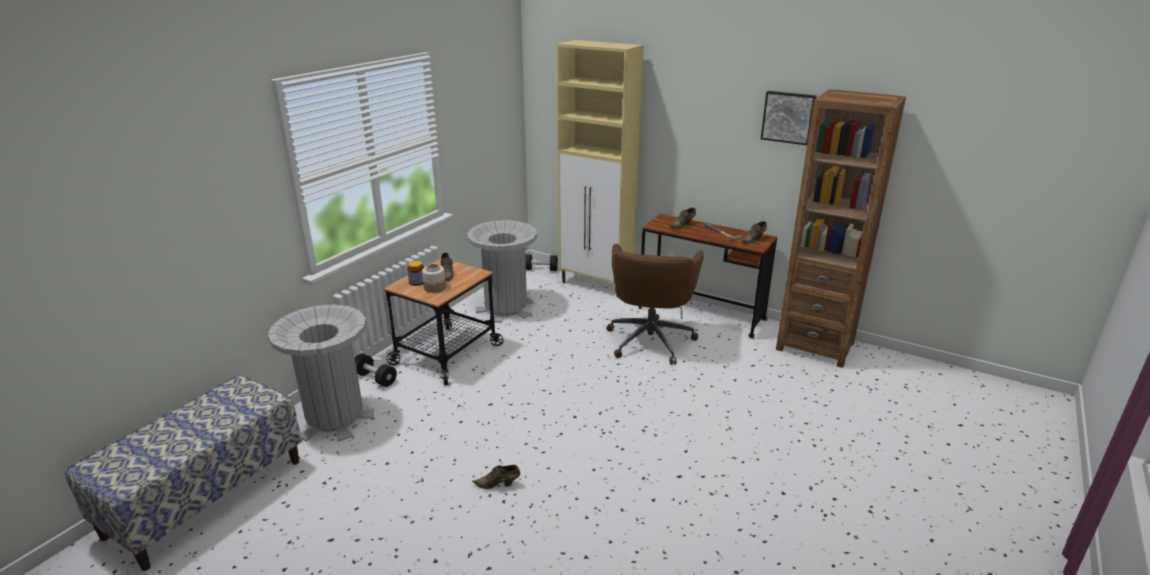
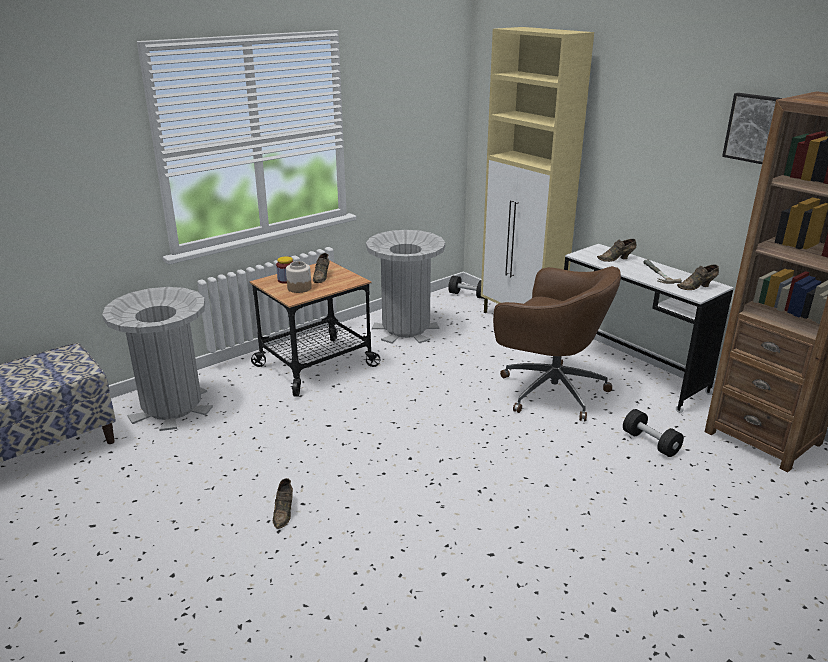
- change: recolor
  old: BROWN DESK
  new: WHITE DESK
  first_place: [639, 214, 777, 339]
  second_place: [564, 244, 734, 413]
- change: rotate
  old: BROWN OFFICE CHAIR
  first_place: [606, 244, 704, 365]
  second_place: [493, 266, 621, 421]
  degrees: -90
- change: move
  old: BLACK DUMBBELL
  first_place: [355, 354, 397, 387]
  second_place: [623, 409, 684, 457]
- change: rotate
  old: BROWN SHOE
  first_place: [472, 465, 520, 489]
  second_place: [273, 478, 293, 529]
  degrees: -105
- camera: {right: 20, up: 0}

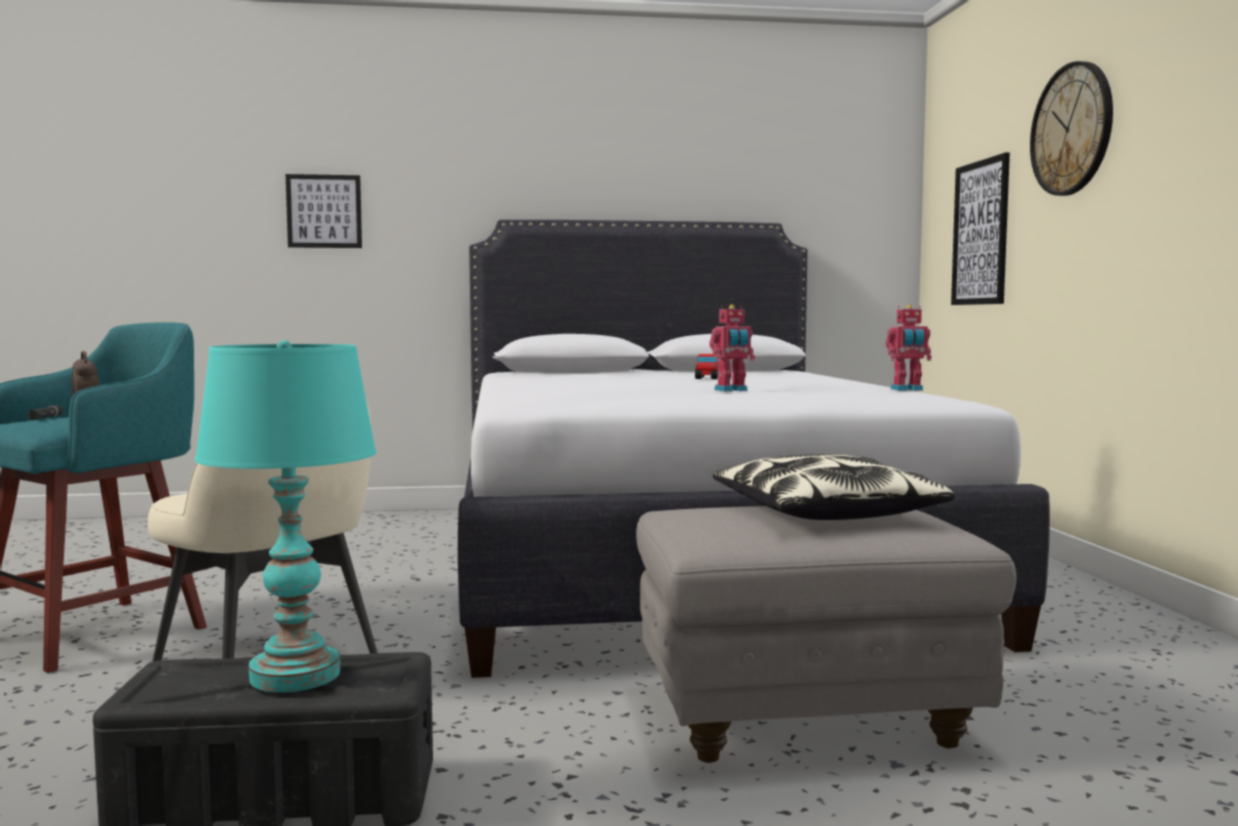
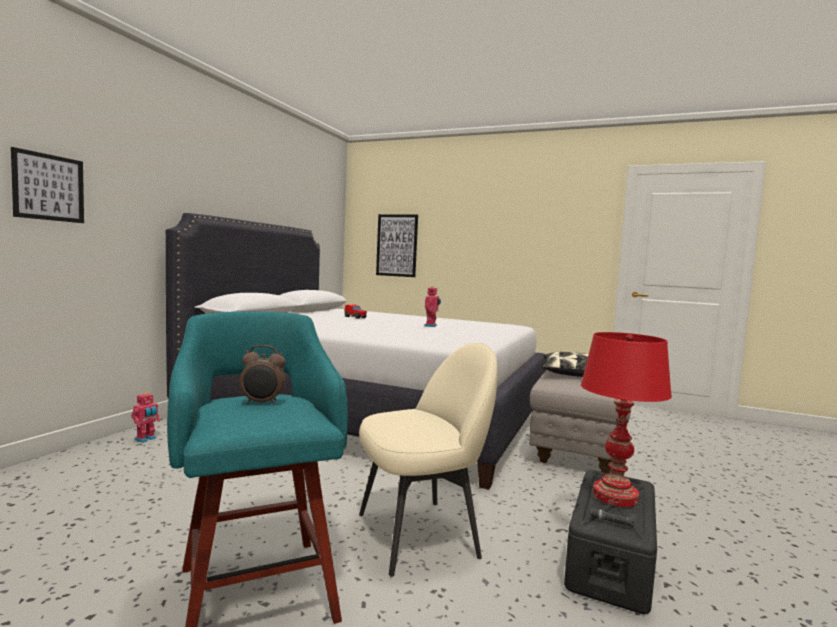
- change: delete
  old: WALL CLOCK
  first_place: [1030, 61, 1113, 196]
- change: move
  old: TOY ROBOT
  first_place: [886, 305, 932, 391]
  second_place: [131, 392, 160, 443]
- change: recolor
  old: TURQUOISE TABLE LAMP
  new: RED TABLE LAMP
  first_place: [195, 341, 377, 692]
  second_place: [581, 332, 672, 507]
- change: move
  old: BLACK FLASHLIGHT
  first_place: [27, 405, 63, 420]
  second_place: [590, 508, 634, 527]
- camera: {right: -60, up: 0}

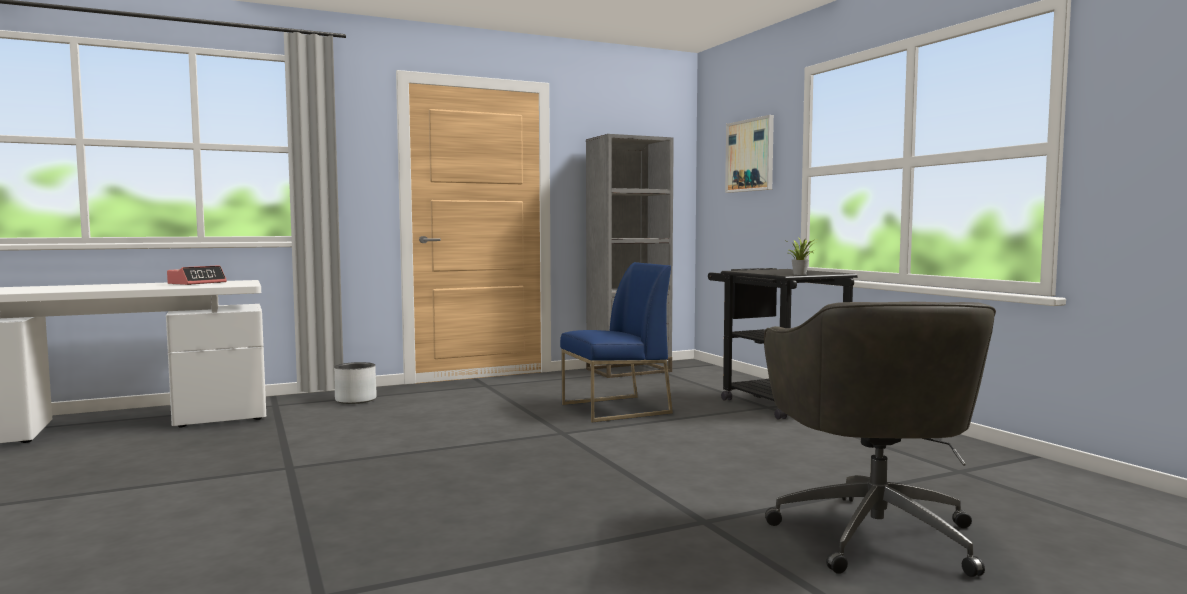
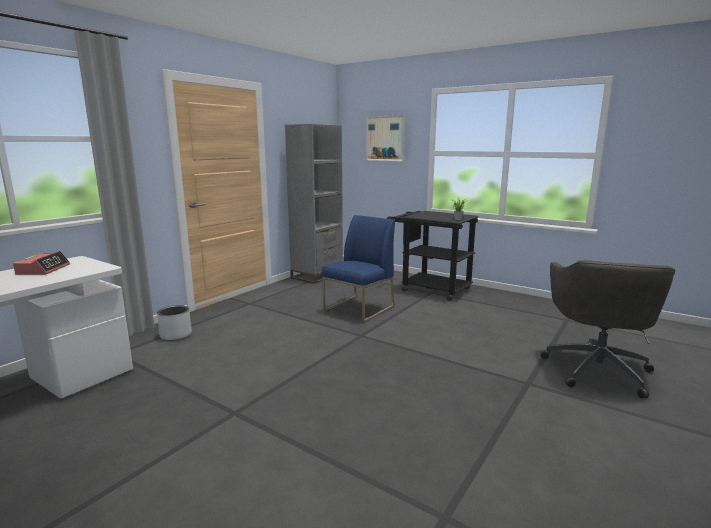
- change: rotate
  old: GREY OFFICE CHAIR
  first_place: [764, 302, 996, 577]
  second_place: [541, 260, 675, 398]
  degrees: 45
- camera: {right: -30, up: 10}

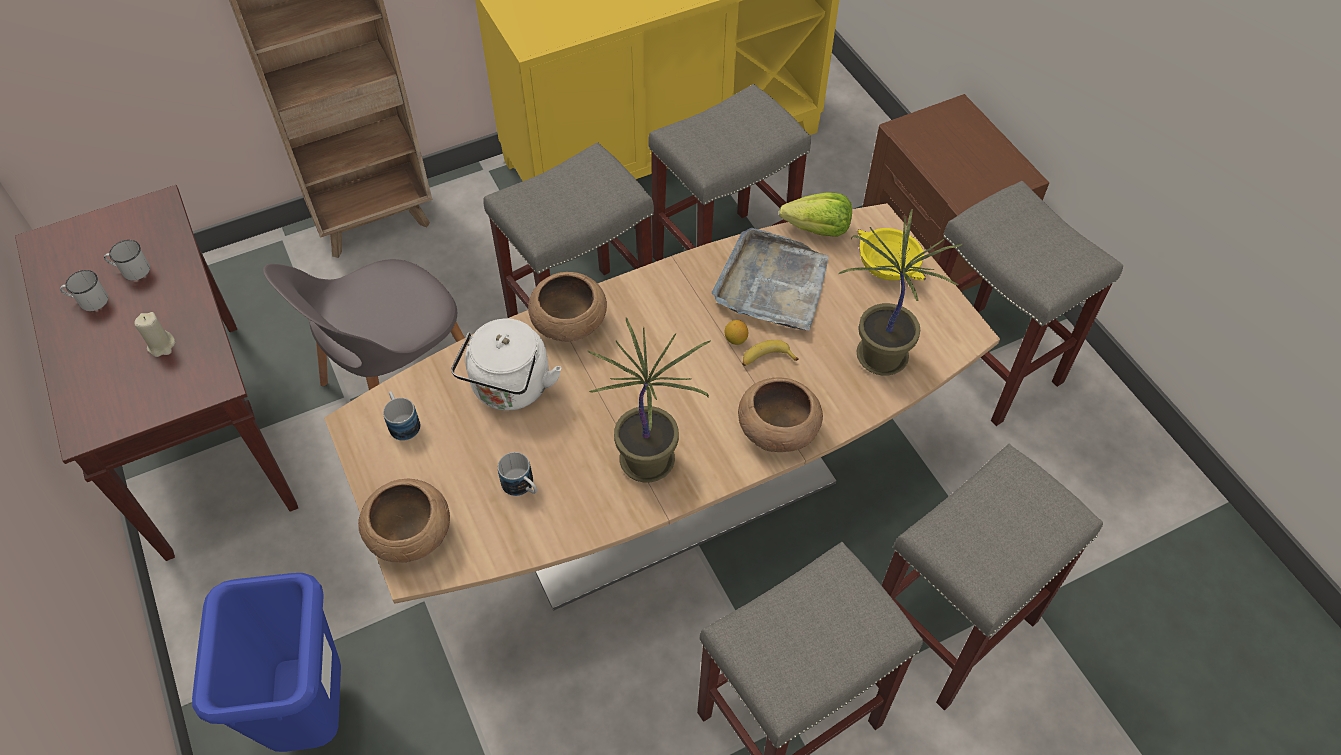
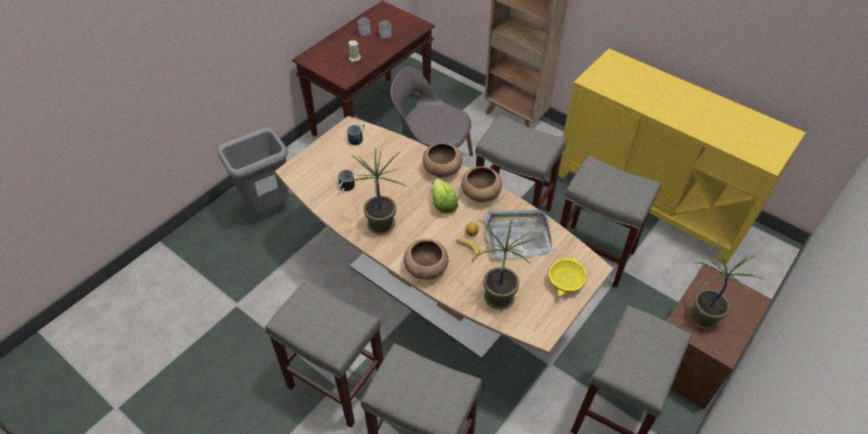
- change: move
  old: LETTUCE
  first_place: [779, 192, 852, 237]
  second_place: [432, 178, 458, 214]
- change: delete
  old: WHITE KETTLE
  first_place: [451, 318, 562, 411]
- change: move
  old: BROWN BOWL
  first_place: [358, 479, 450, 563]
  second_place: [461, 166, 502, 202]
- change: recolor
  old: BLUE TRASH CAN
  new: GREY TRASH CAN
  first_place: [192, 573, 341, 752]
  second_place: [217, 128, 289, 214]
- change: insert
  new: POTTED PLANT
  second_place: [690, 240, 764, 330]
- camera: {right: 65, up: -5}

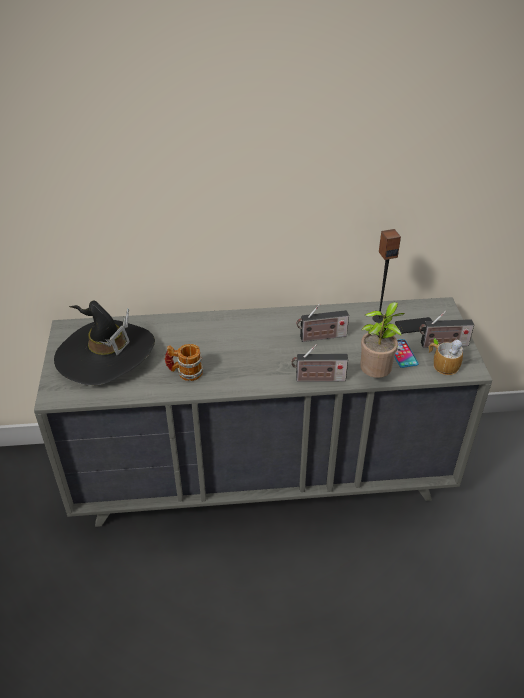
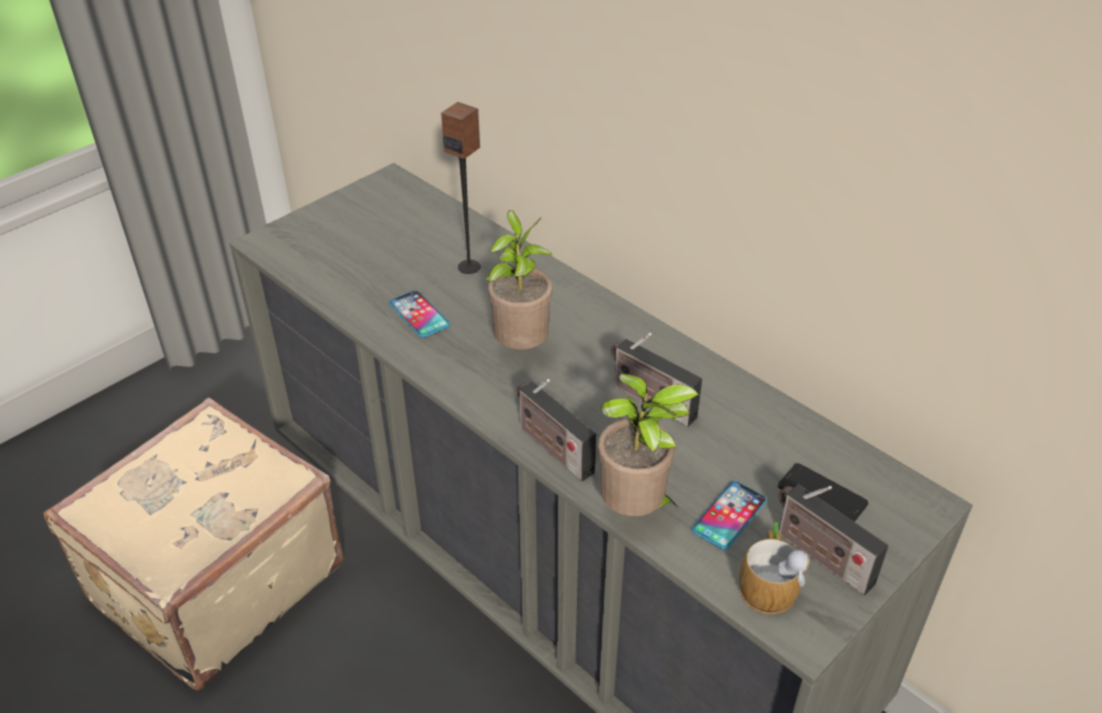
- change: move
  old: SPEAKER
  first_place: [372, 229, 401, 323]
  second_place: [441, 102, 481, 274]
- change: delete
  old: BLACK HAT
  first_place: [54, 301, 155, 385]
- change: replace
  old: MUG
  new: PHONE
  first_place: [165, 344, 204, 381]
  second_place: [389, 290, 450, 338]
- change: insert
  new: POTTED PLANT
  second_place: [486, 210, 553, 350]
- change: insert
  new: BEIGE SUITCASE
  second_place: [43, 397, 344, 691]
- camera: {right: 50, up: 0}

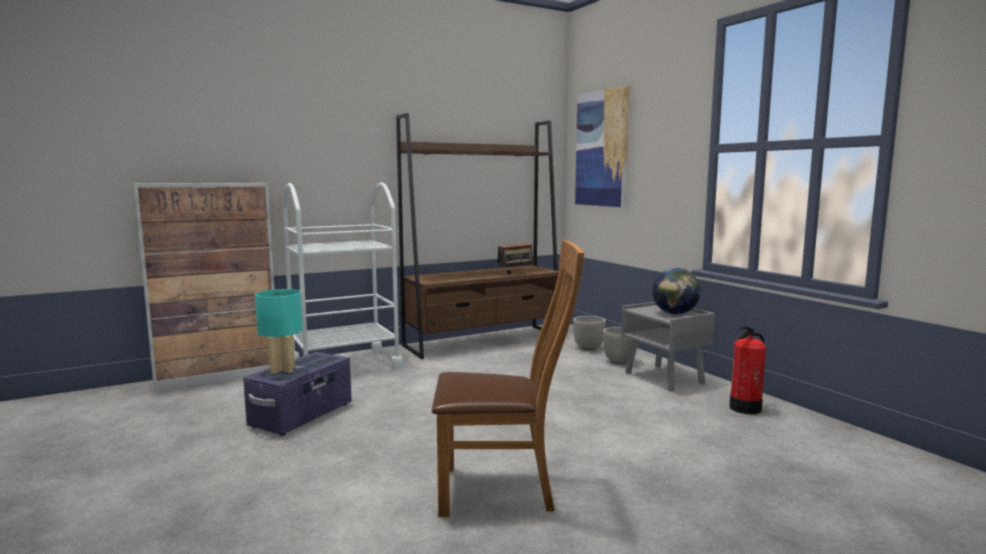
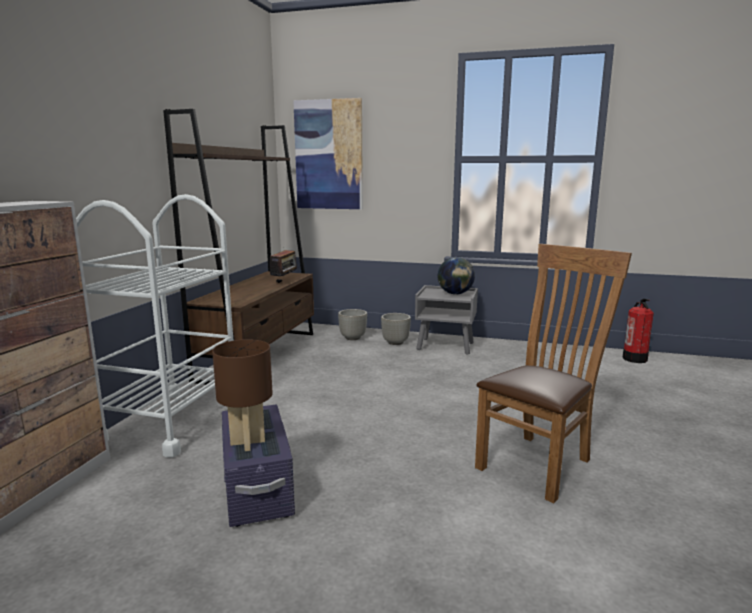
- change: recolor
  old: TURQUOISE TABLE LAMP
  new: BROWN TABLE LAMP
  first_place: [255, 289, 303, 374]
  second_place: [212, 339, 273, 451]
- change: move
  old: FIRE EXTINGUISHER
  first_place: [729, 326, 766, 414]
  second_place: [622, 299, 654, 363]
- camera: {right: -45, up: 5}

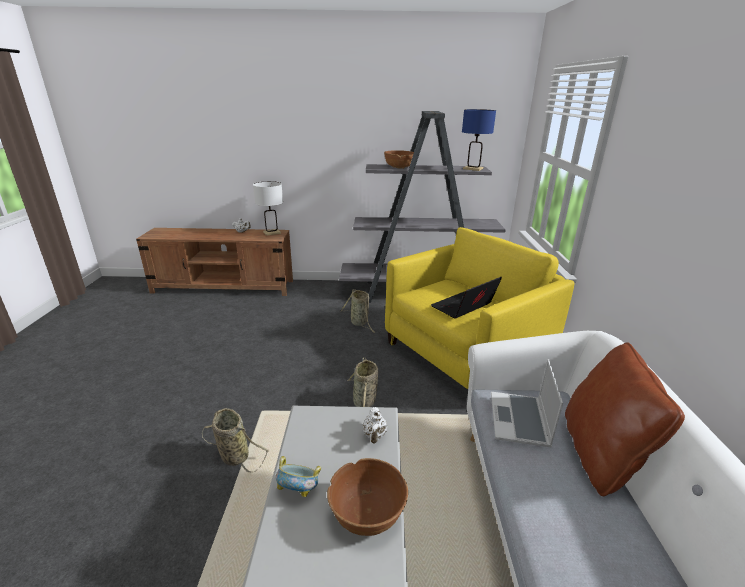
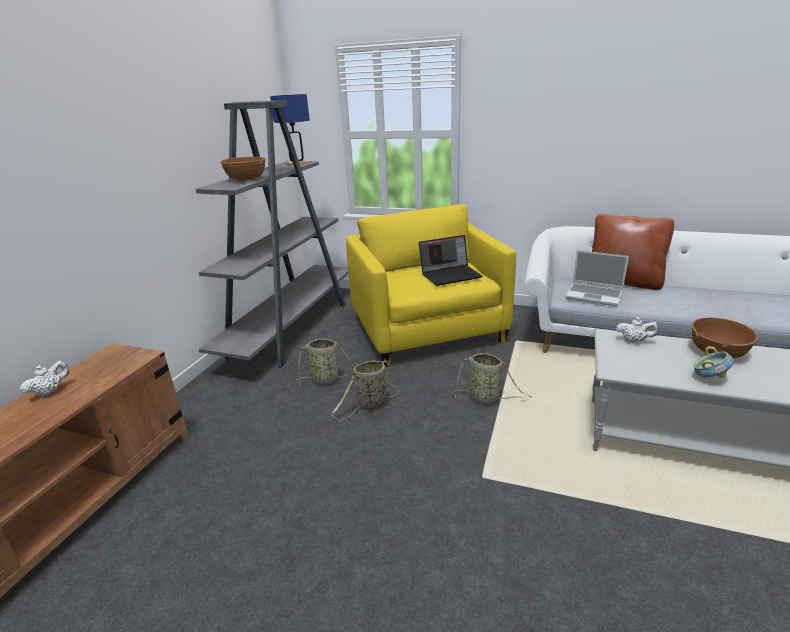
- change: delete
  old: WHITE TABLE LAMP
  first_place: [253, 181, 283, 236]
- change: rotate
  old: LAPTOP
  first_place: [431, 277, 502, 319]
  second_place: [419, 235, 482, 286]
  degrees: -90
- change: move
  old: BASKET
  first_place: [202, 408, 269, 472]
  second_place: [331, 359, 398, 420]
- camera: {right: -70, up: 0}

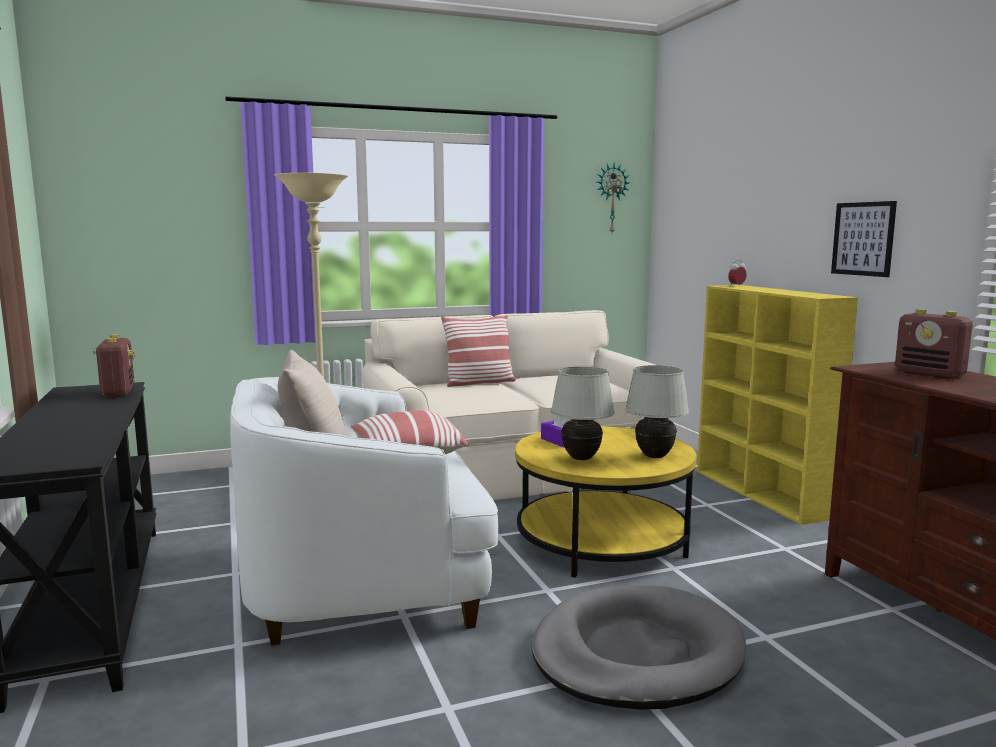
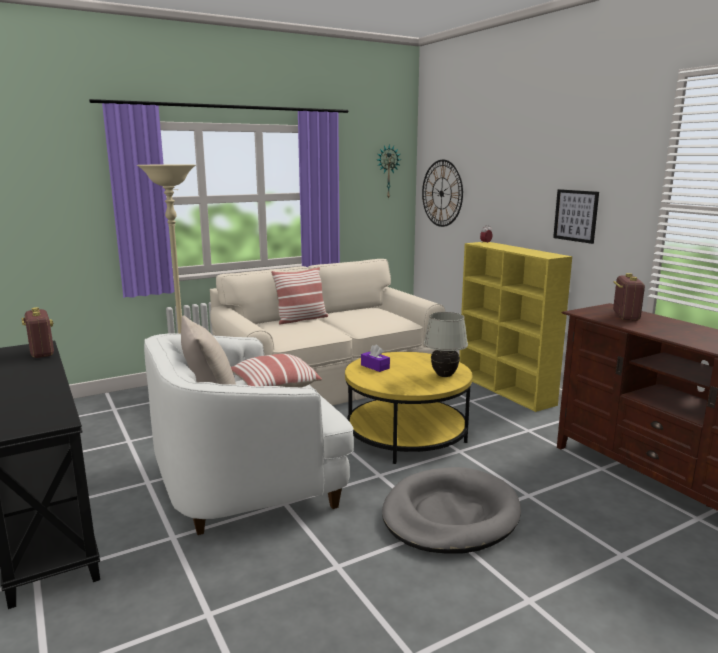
- change: rotate
  old: RADIO
  first_place: [895, 309, 973, 379]
  second_place: [613, 273, 645, 321]
  degrees: -120
- change: delete
  old: WHITE TABLE LAMP
  first_place: [551, 366, 615, 460]
- change: insert
  new: WALL CLOCK
  second_place: [422, 160, 463, 227]
- camera: {right: -10, up: 5}

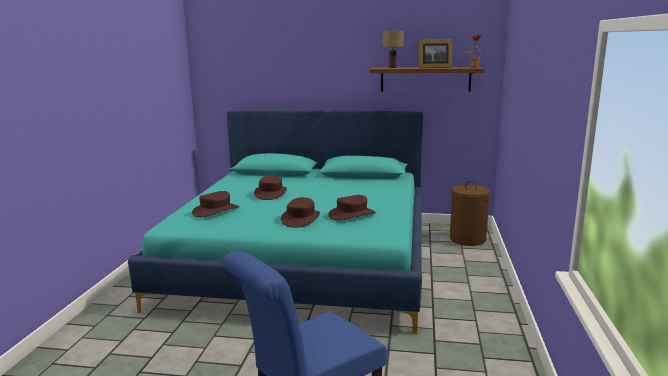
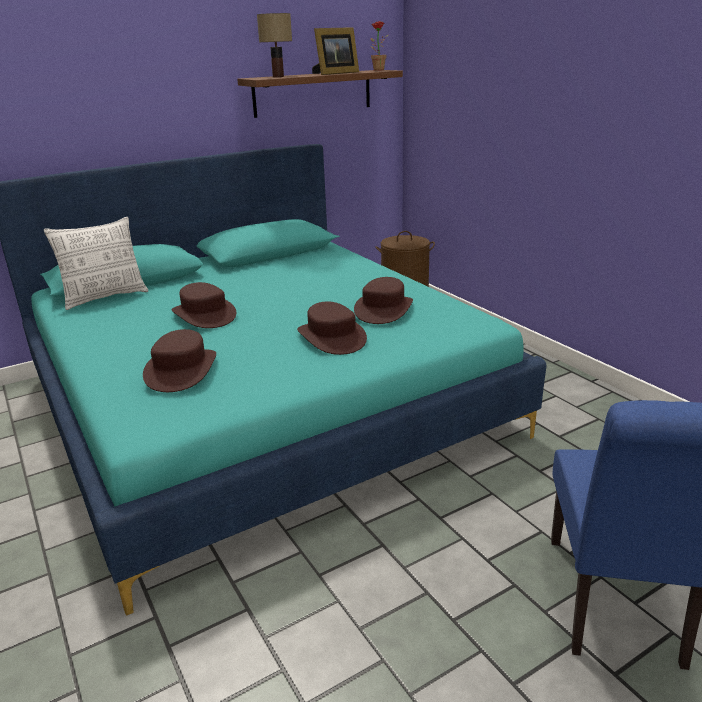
- change: insert
  new: PILLOW
  second_place: [44, 217, 148, 310]
- camera: {right: -40, up: 10}

